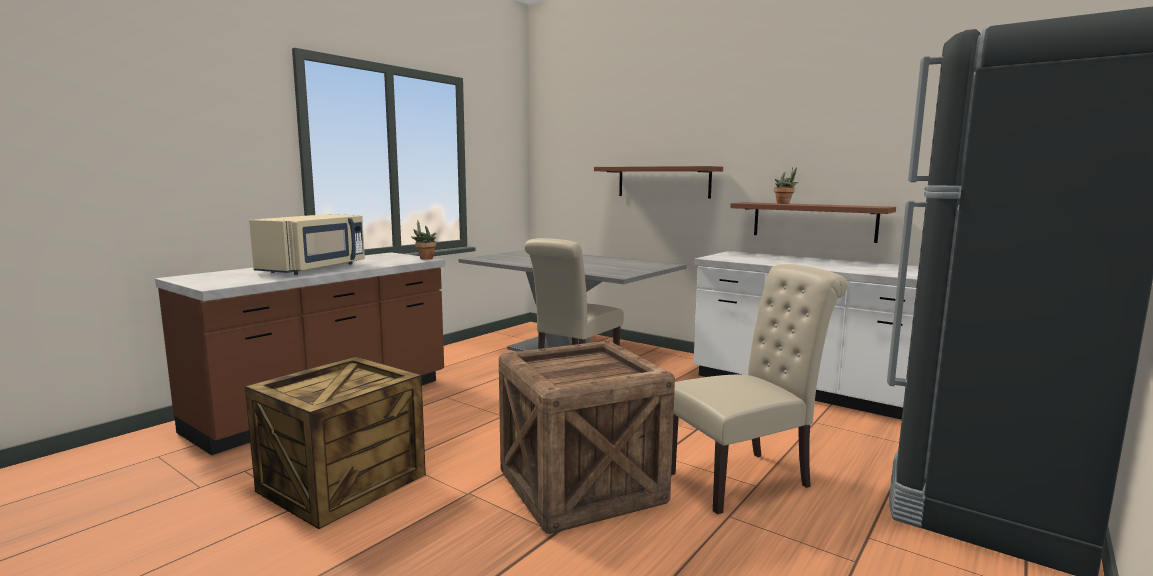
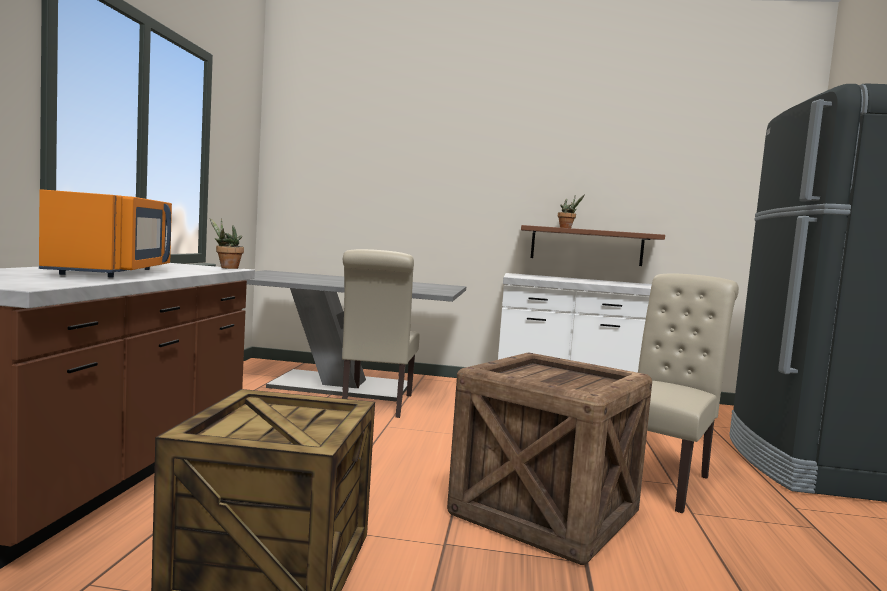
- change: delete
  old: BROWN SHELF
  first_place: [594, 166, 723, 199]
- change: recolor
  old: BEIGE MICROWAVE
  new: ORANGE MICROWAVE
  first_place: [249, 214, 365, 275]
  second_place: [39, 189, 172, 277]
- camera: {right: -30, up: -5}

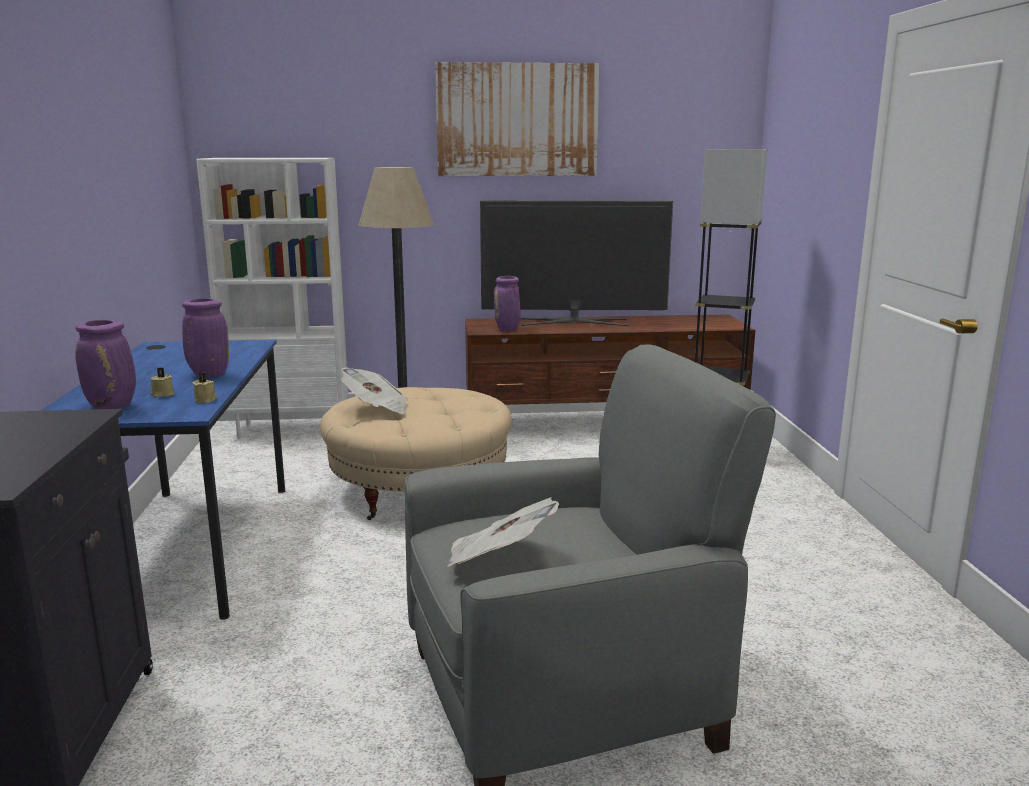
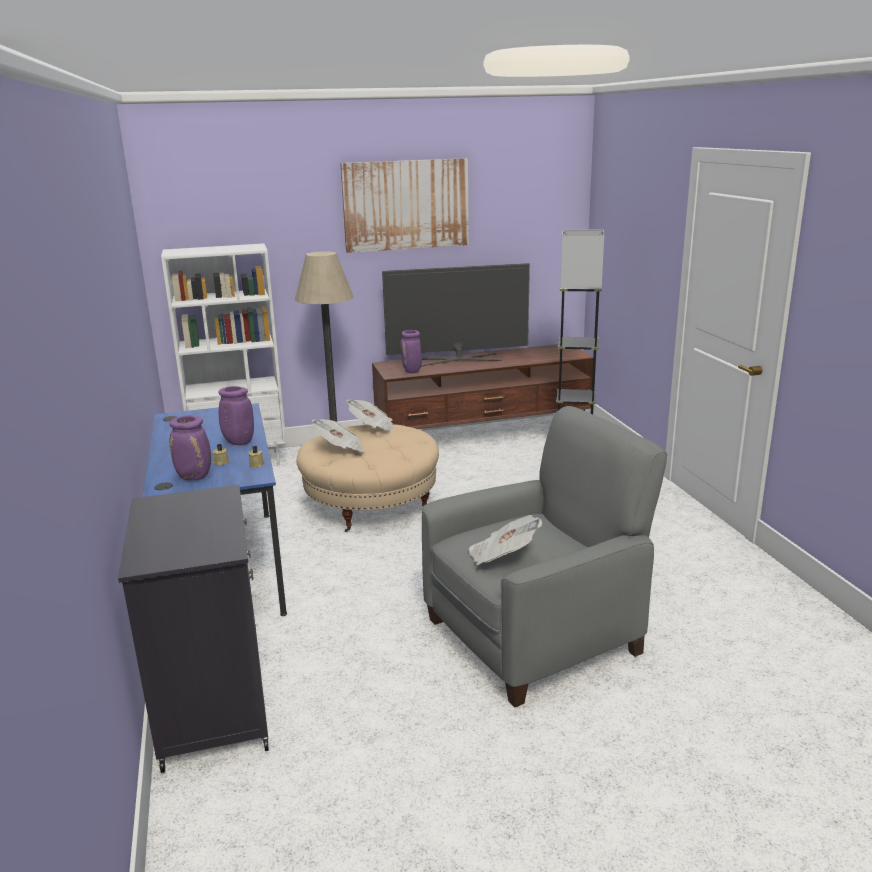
- change: insert
  new: NEWSPAPER
  second_place: [346, 399, 393, 431]
- camera: {right: -10, up: 5}

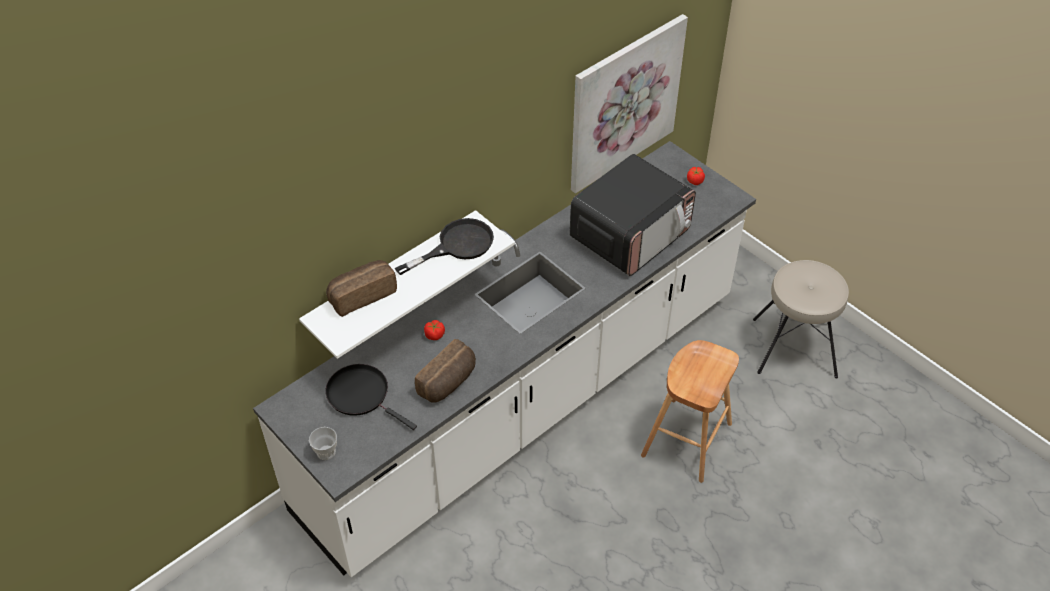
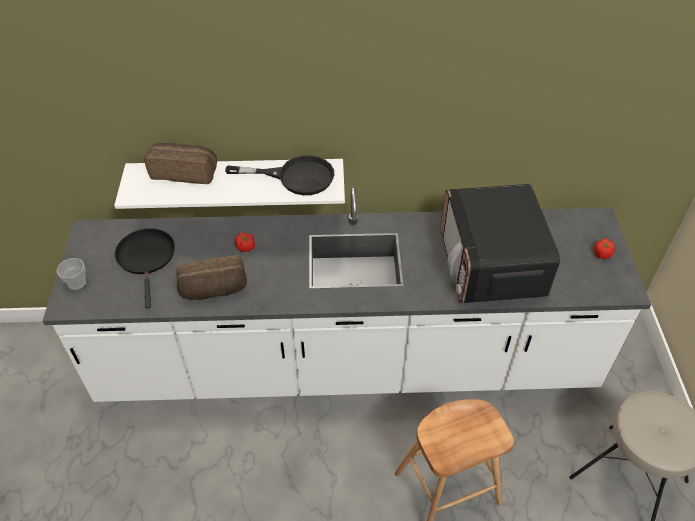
- change: delete
  old: PICTURE
  first_place: [571, 14, 688, 194]
- change: rotate
  old: MICROWAVE
  first_place: [570, 154, 696, 276]
  second_place: [441, 184, 560, 303]
  degrees: 90
- camera: {right: 40, up: 0}

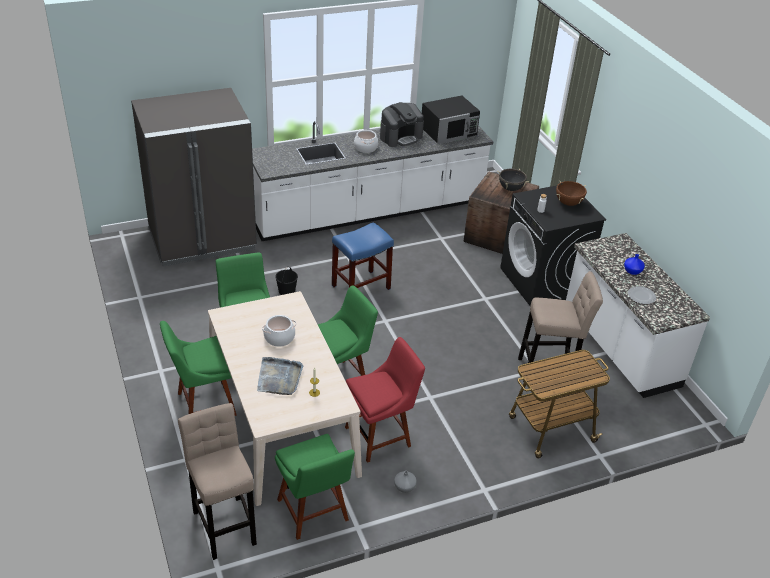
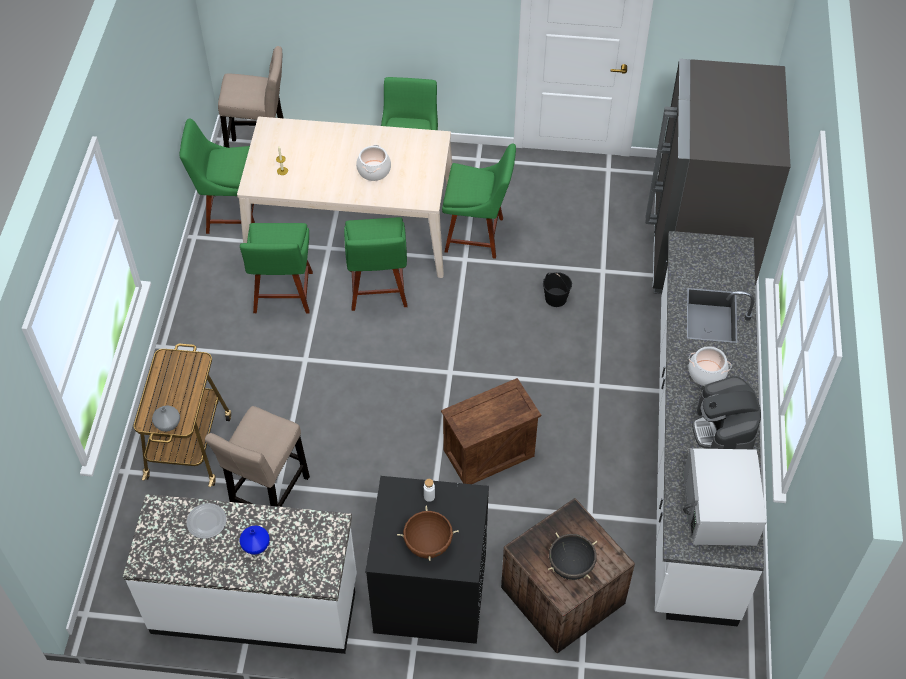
- change: recolor
  old: BLACK MICROWAVE
  new: WHITE MICROWAVE
  first_place: [422, 96, 480, 144]
  second_place: [683, 448, 766, 546]
- change: delete
  old: BLUE STOOL
  first_place: [332, 222, 394, 290]
- change: recolor
  old: RED CHAIR
  new: GREEN CHAIR
  first_place: [345, 337, 425, 463]
  second_place: [240, 223, 313, 313]
- change: delete
  old: GREY TRAY
  first_place: [257, 357, 303, 395]
- change: move
  old: GREY VASE
  first_place: [394, 471, 417, 493]
  second_place: [152, 406, 180, 432]
- change: insert
  new: CRATE
  second_place: [441, 378, 541, 484]
- camera: {right: 120, up: 15}

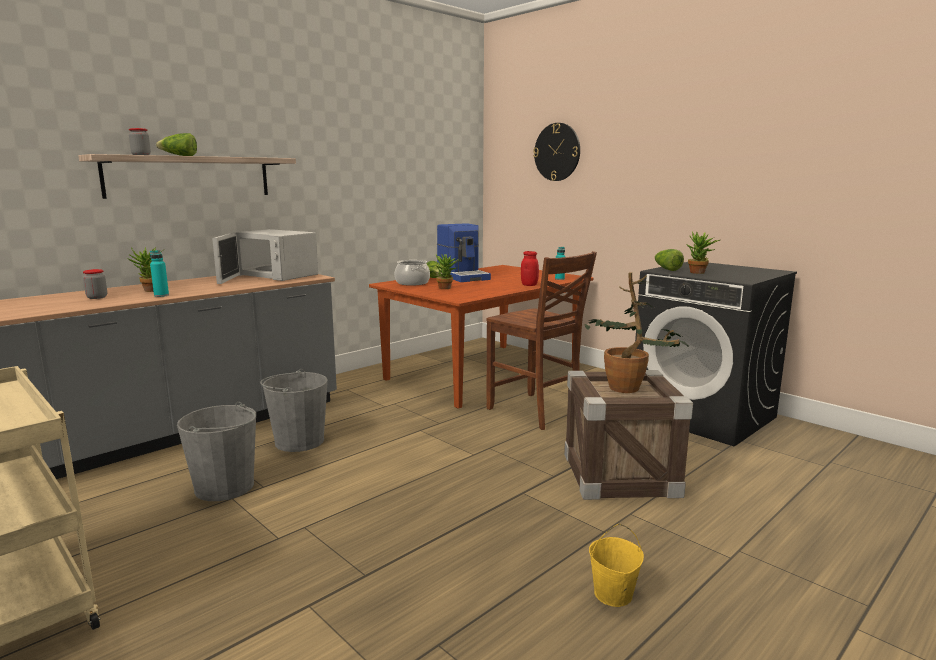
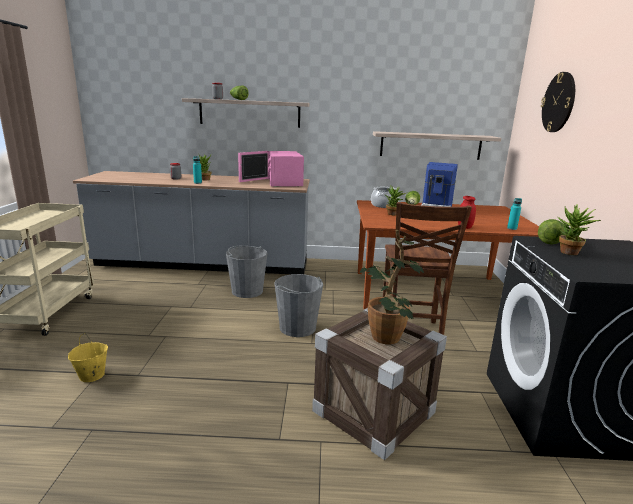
- change: recolor
  old: WHITE MICROWAVE
  new: PINK MICROWAVE
  first_place: [212, 229, 318, 284]
  second_place: [238, 151, 304, 187]
- change: move
  old: GREY BUCKET
  first_place: [177, 402, 256, 501]
  second_place: [274, 274, 323, 337]
- change: move
  old: YELLOW BUCKET
  first_place: [589, 524, 644, 607]
  second_place: [68, 333, 108, 382]
- change: insert
  new: SHELF
  second_place: [373, 131, 501, 160]
- camera: {right: 45, up: 5}

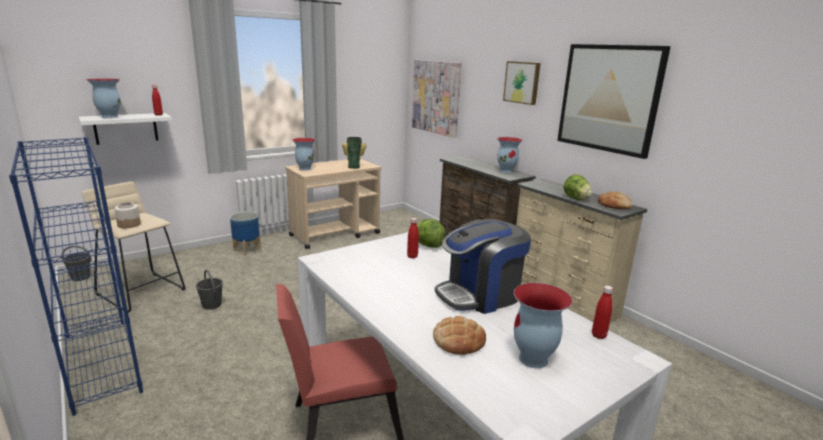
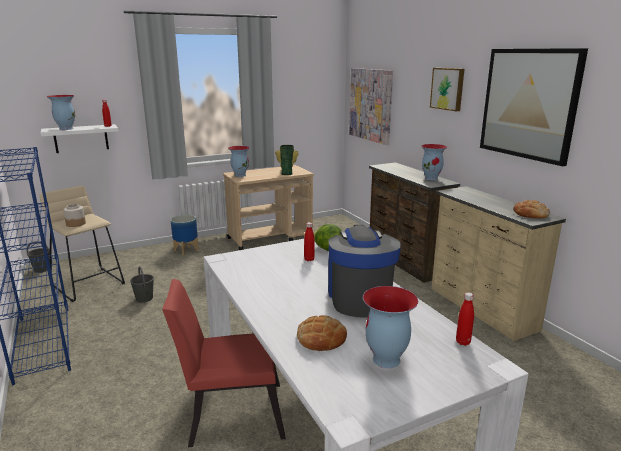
- change: delete
  old: LETTUCE
  first_place: [564, 174, 592, 200]
- change: rotate
  old: COFFEE MACHINE
  first_place: [435, 219, 531, 314]
  second_place: [328, 225, 401, 318]
  degrees: 105
- camera: {right: 10, up: 0}

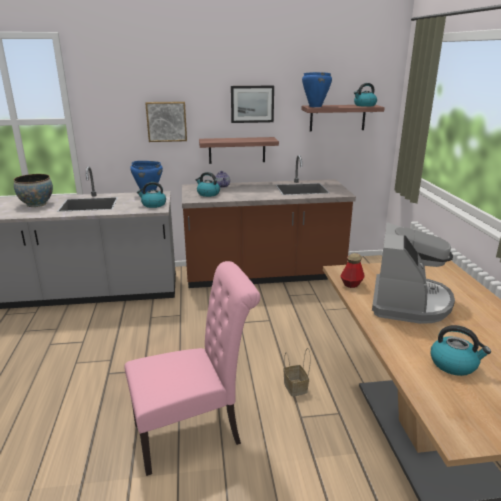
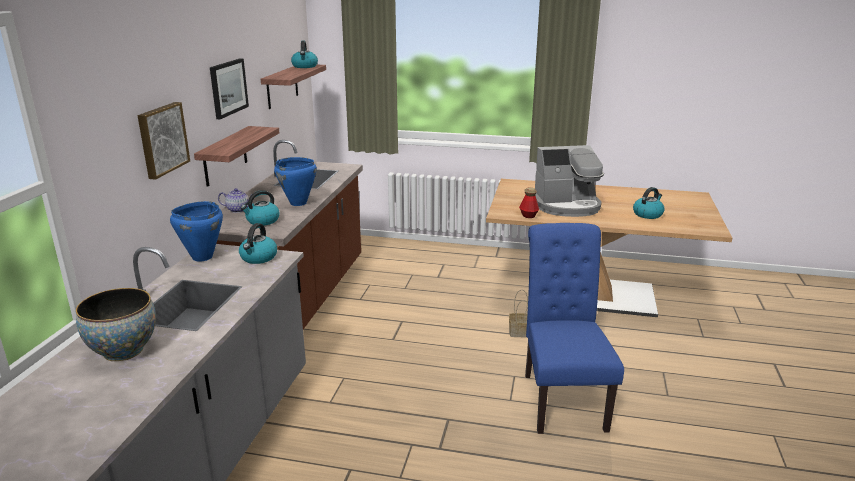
- change: move
  old: BLUE COOKING POT
  first_place: [302, 72, 332, 107]
  second_place: [274, 157, 317, 206]
- change: rotate
  old: COFFEE MACHINE
  first_place: [372, 222, 455, 324]
  second_place: [535, 145, 604, 217]
  degrees: 135
- change: recolor
  old: PINK CHAIR
  new: BLUE CHAIR
  first_place: [125, 261, 260, 476]
  second_place: [525, 223, 624, 434]
- camera: {right: -70, up: 0}

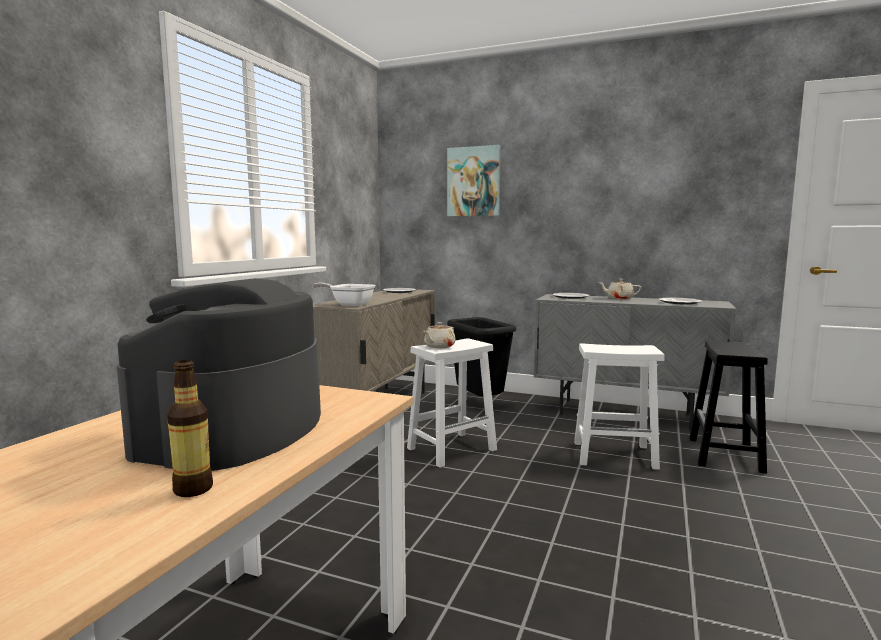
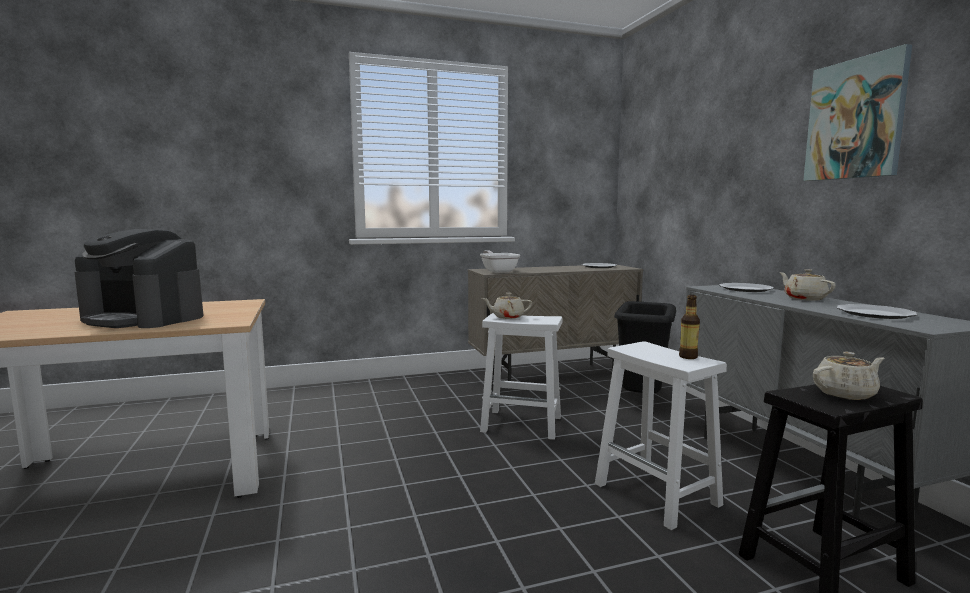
- change: move
  old: PICTURE
  first_place: [447, 145, 501, 216]
  second_place: [803, 44, 912, 181]
- change: rotate
  old: COFFEE MACHINE
  first_place: [117, 278, 321, 471]
  second_place: [75, 229, 203, 328]
  degrees: -135
- change: move
  old: BOTTLE
  first_place: [167, 360, 213, 497]
  second_place: [679, 295, 700, 359]
- change: insert
  new: BEIGE TEAPOT
  second_place: [813, 352, 885, 400]
- camera: {right: 50, up: 0}

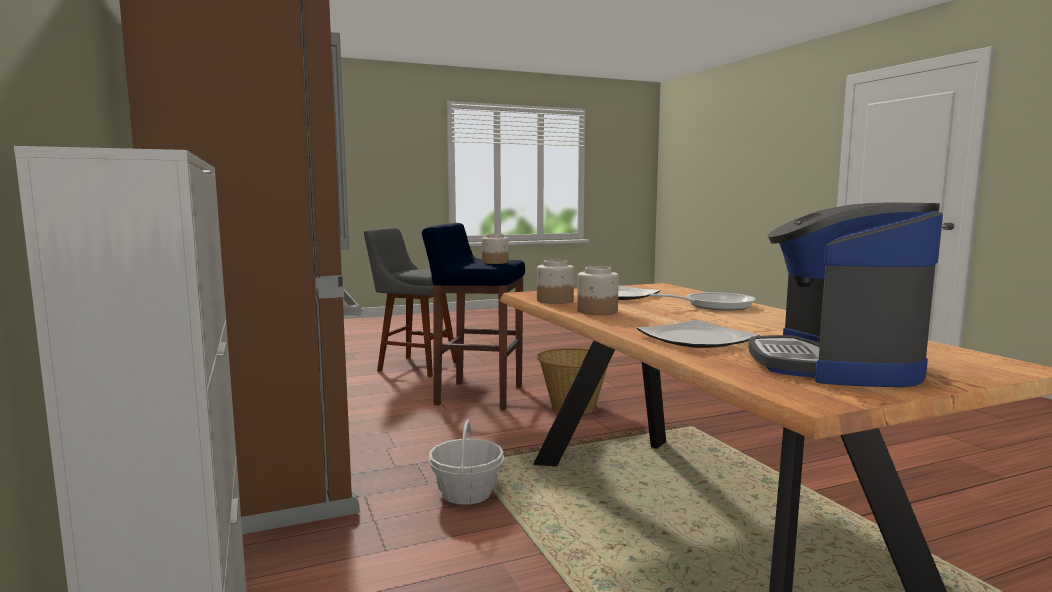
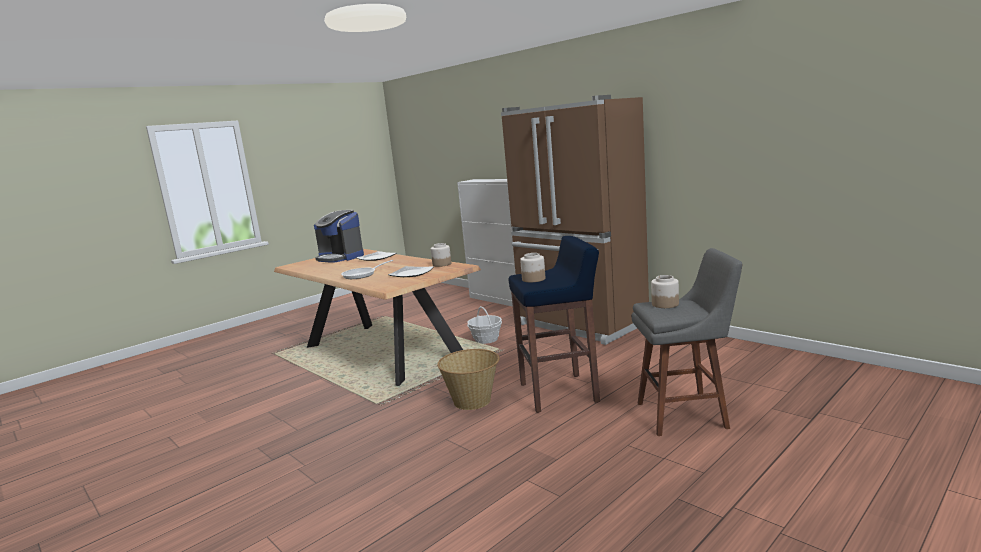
- change: rotate
  old: COFFEE MACHINE
  first_place: [749, 203, 943, 387]
  second_place: [314, 210, 364, 263]
  degrees: 135
- change: move
  old: JAR
  first_place: [577, 266, 619, 315]
  second_place: [651, 275, 679, 308]
- camera: {right: 160, up: 5}

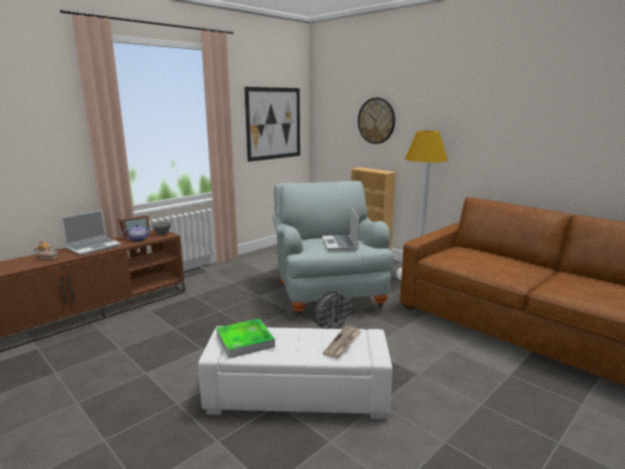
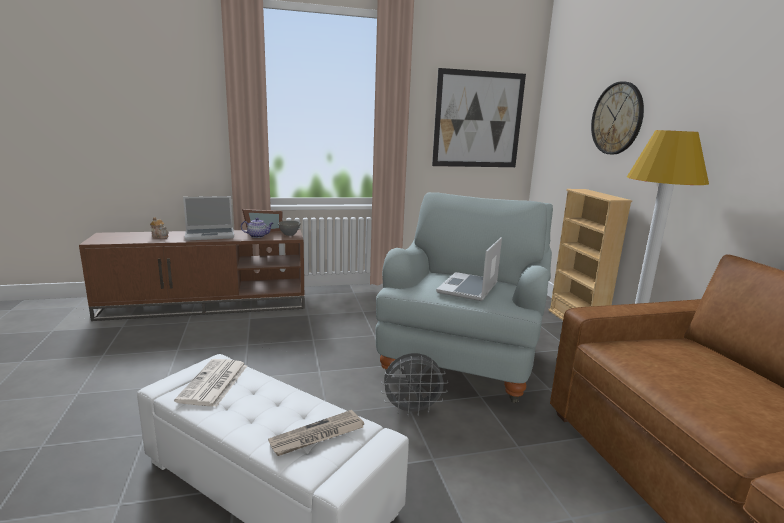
- change: replace
  old: TRAY
  new: NEWSPAPER
  first_place: [216, 319, 275, 359]
  second_place: [174, 359, 247, 407]
- camera: {right: 30, up: 0}

